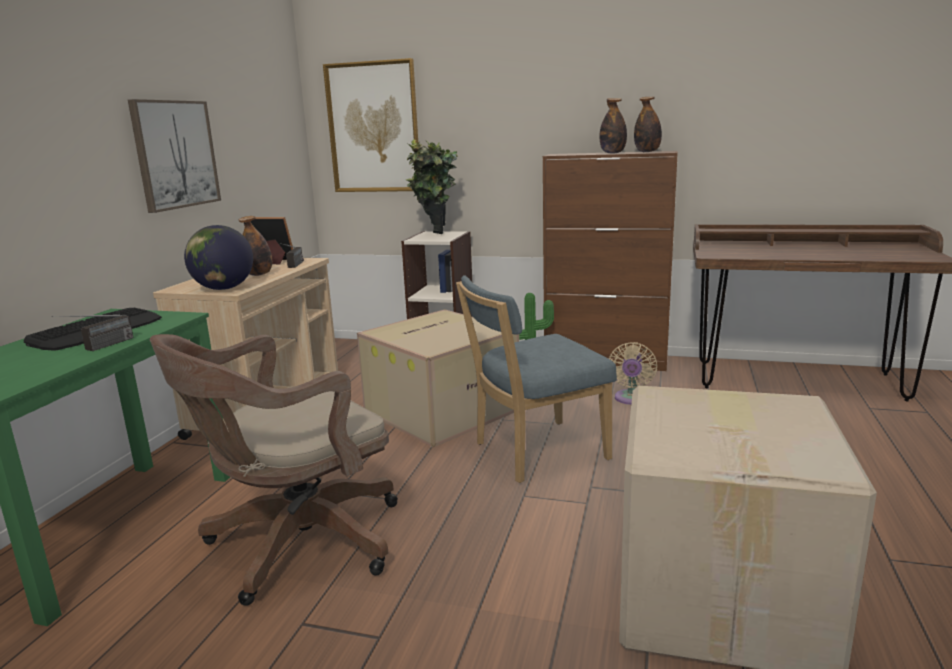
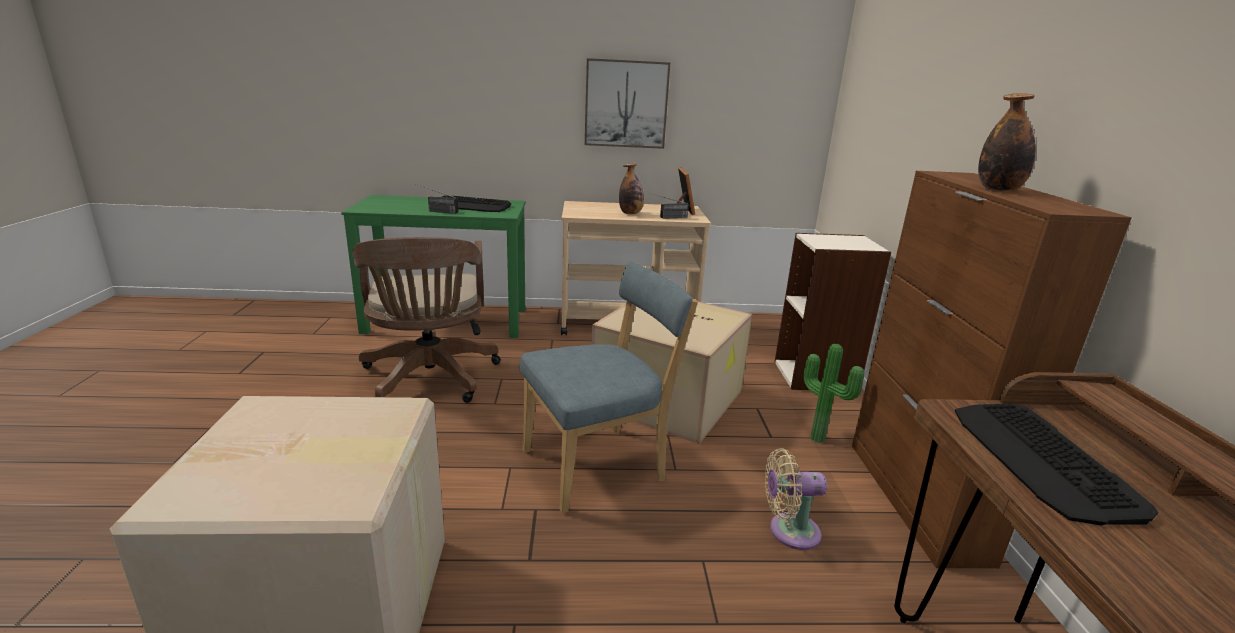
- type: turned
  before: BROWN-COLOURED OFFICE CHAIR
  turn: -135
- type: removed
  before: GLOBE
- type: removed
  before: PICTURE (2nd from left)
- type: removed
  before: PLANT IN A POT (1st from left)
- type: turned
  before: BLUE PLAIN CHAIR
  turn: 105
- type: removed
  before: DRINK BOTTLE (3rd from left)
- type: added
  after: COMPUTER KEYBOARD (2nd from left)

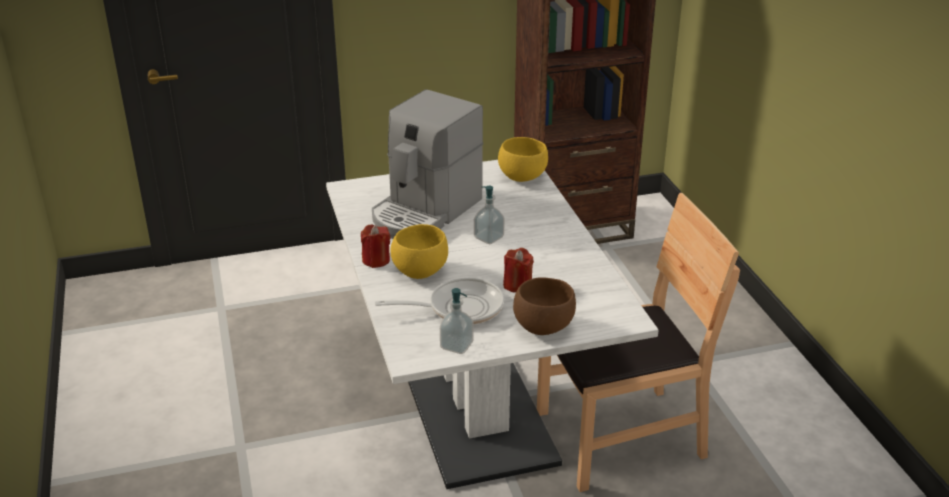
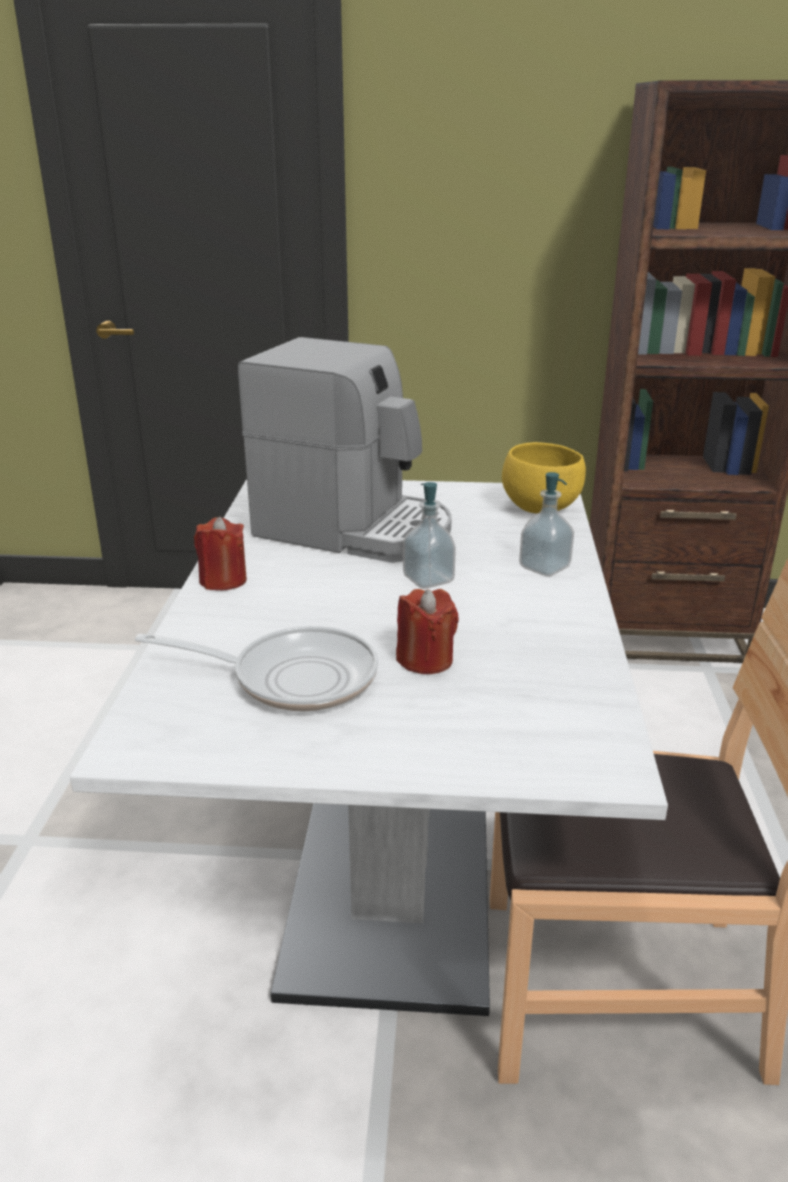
- type: turned
  before: COFFEE MAKER
  turn: -120
- type: removed
  before: YELLOWISH BOWL (1st from left)
- type: moved
  before: LIQUID SOAP BOTTLE (1st from left in the first image)
  after: LIQUID SOAP BOTTLE (2nd from left)
- type: removed
  before: BROWN-COLOURED BOWL

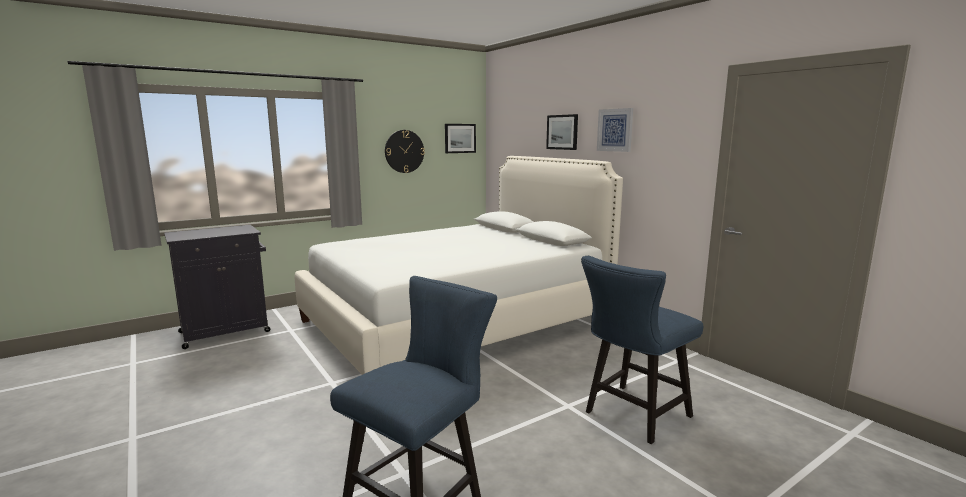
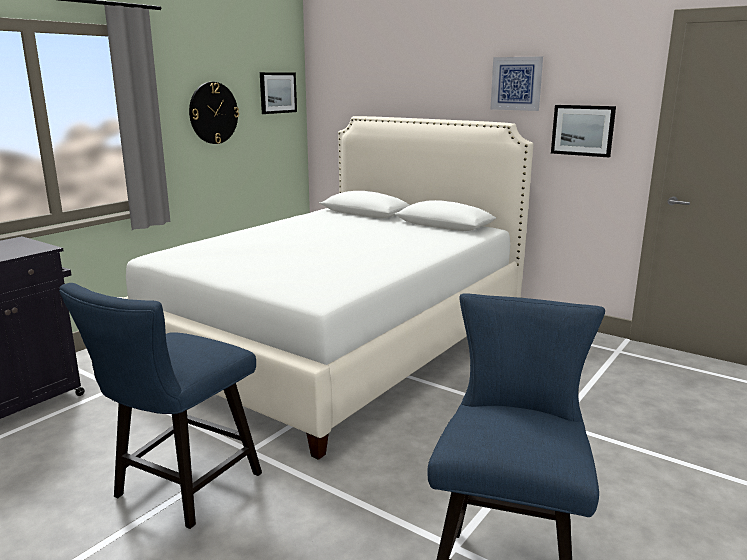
- type: moved
  before: PICTURE (2nd from left in the first image)
  after: PICTURE (3rd from left)
- type: moved
  before: BLUE PLAIN CHAIR (2nd from left in the first image)
  after: BLUE PLAIN CHAIR (1st from left)

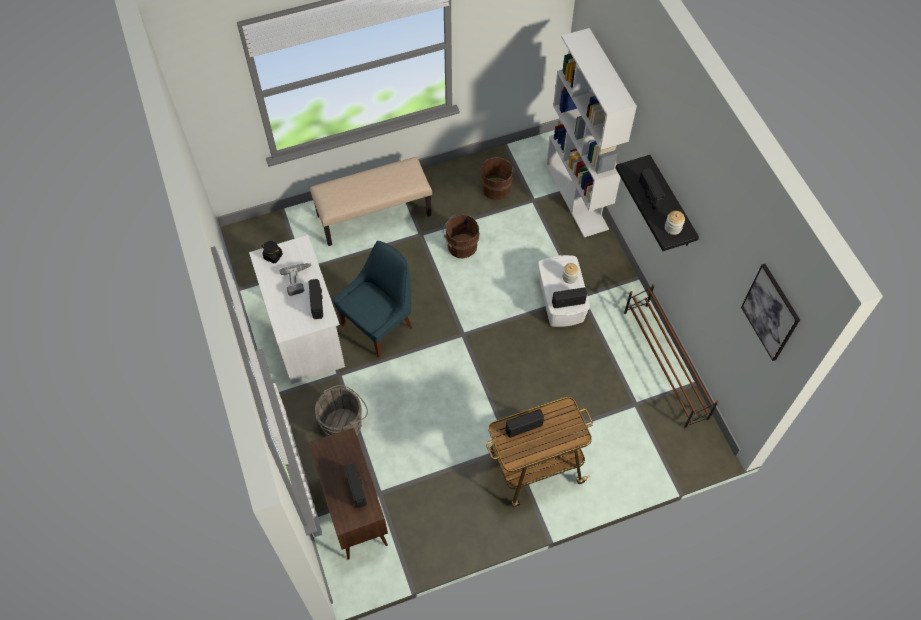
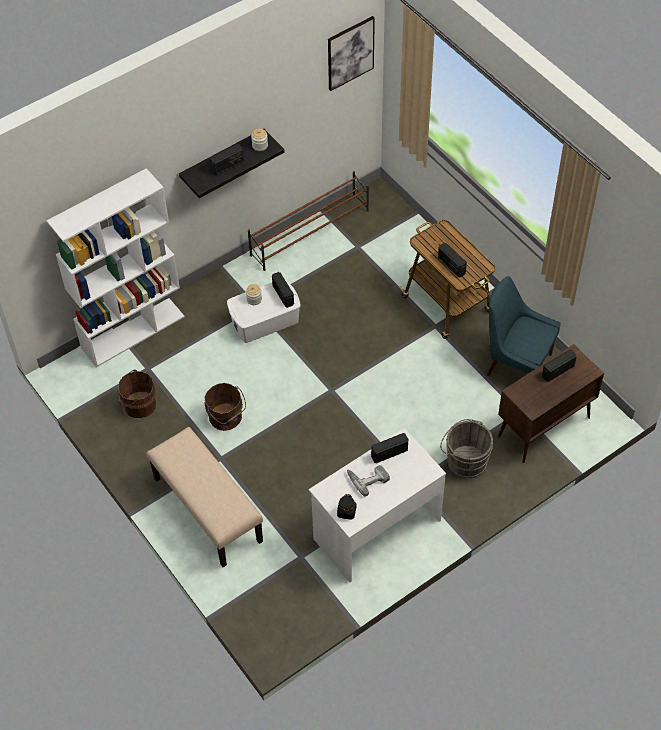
- type: moved
  before: BLUE PLAIN CHAIR

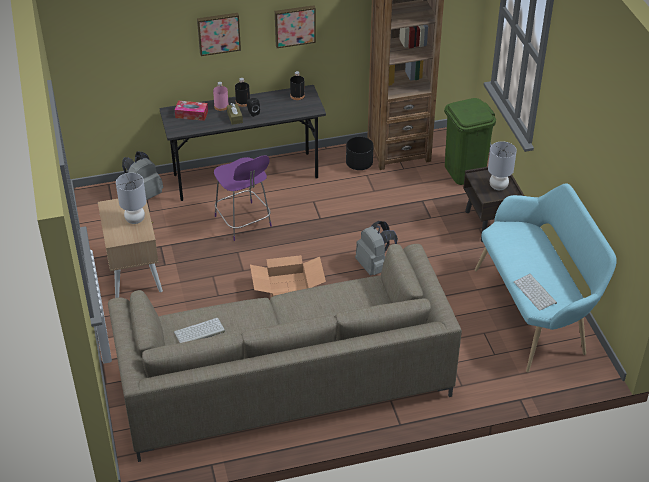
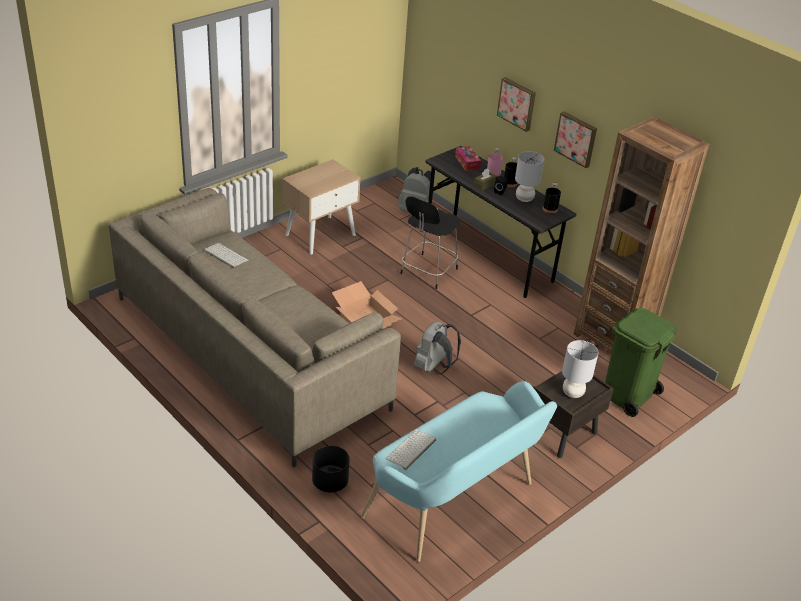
- type: moved
  before: GRAY LAMP FOR A TABLE (1st from left)
- type: recoloured
  before: PURPLISH PLAIN CHAIR
  after: BLACK-COLOURED PLAIN CHAIR
- type: moved
  before: BLACK-COLOURED PLANT POT

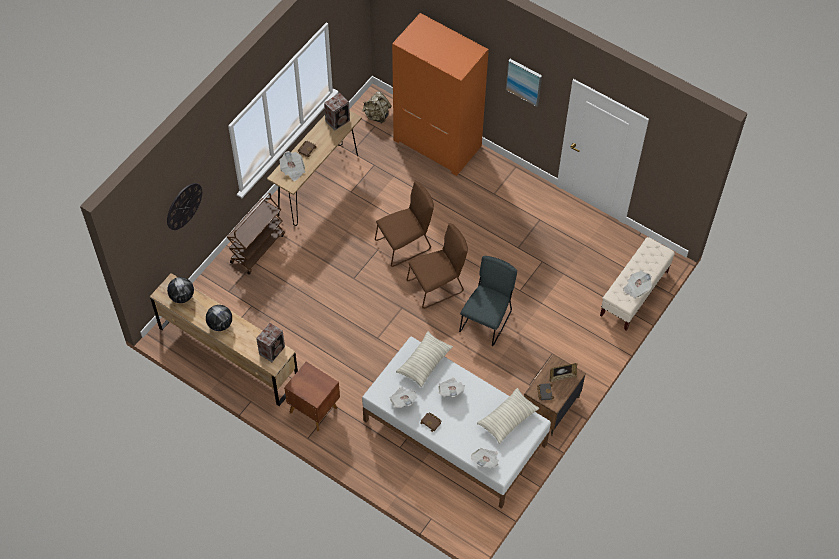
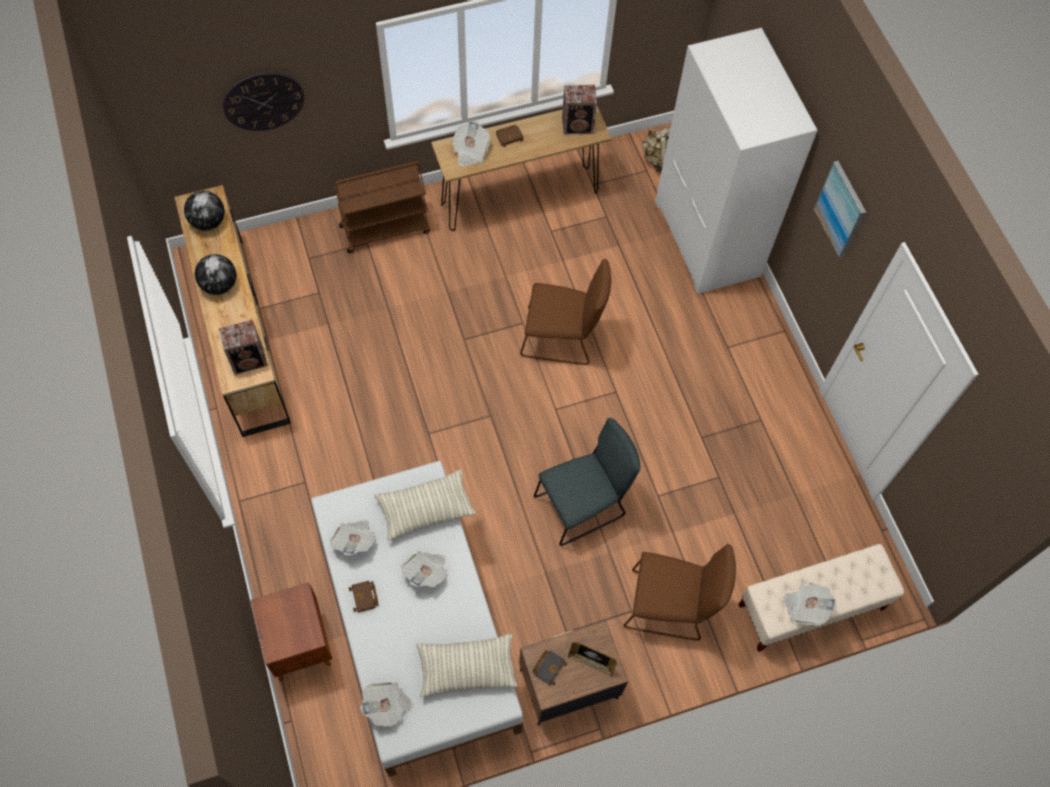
- type: moved
  before: BROWN-COLOURED NIGHT TABLE (1st from left)
- type: recoloured
  before: ORANGEY CLOTHES CUPBOARD
  after: WHITE CLOTHES CUPBOARD
- type: moved
  before: BROWN-COLOURED PLAIN CHAIR (2nd from left)

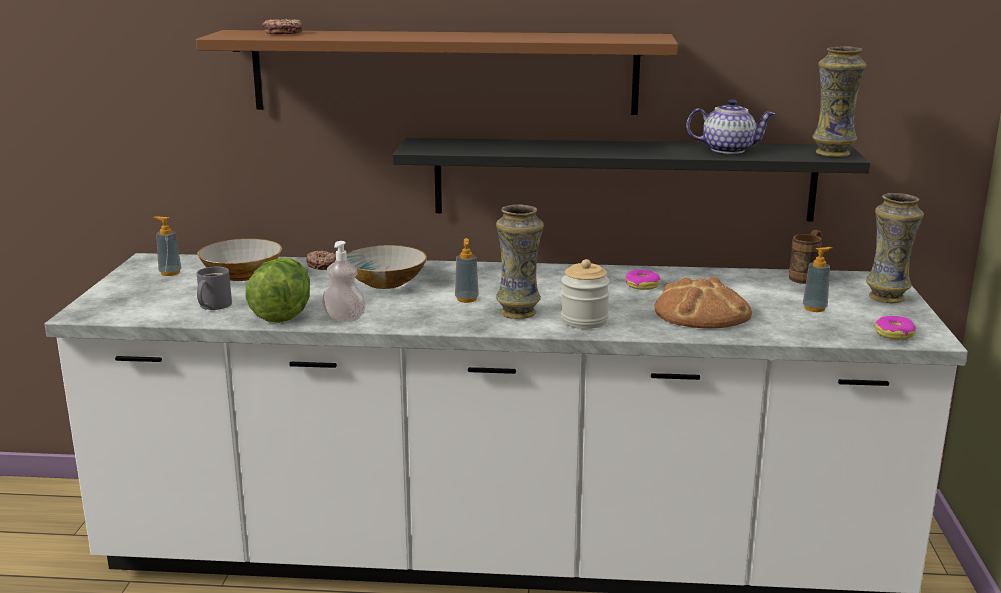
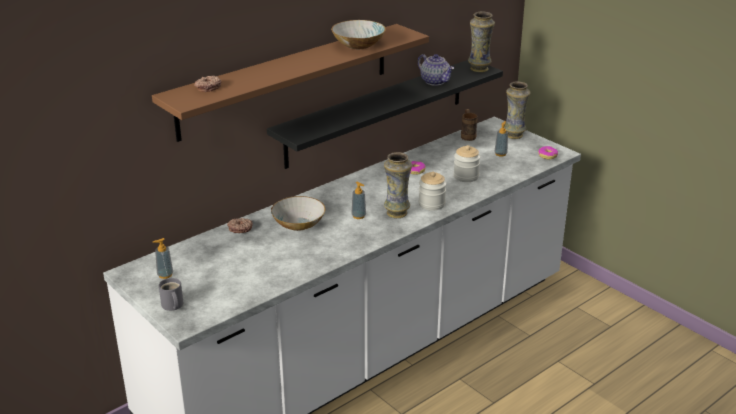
- type: moved
  before: GRAY COFFEE MUG
- type: moved
  before: BOWL (1st from left in the first image)
  after: BOWL (2nd from left)
- type: removed
  before: HEAD OF LETTUCE
- type: removed
  before: LIQUID SOAP BOTTLE (2nd from left)
- type: replaced
  before: BAKED BREAD
  after: STORAGE JAR (2nd from left)
- type: turned
  before: TEAPOT
  turn: 90

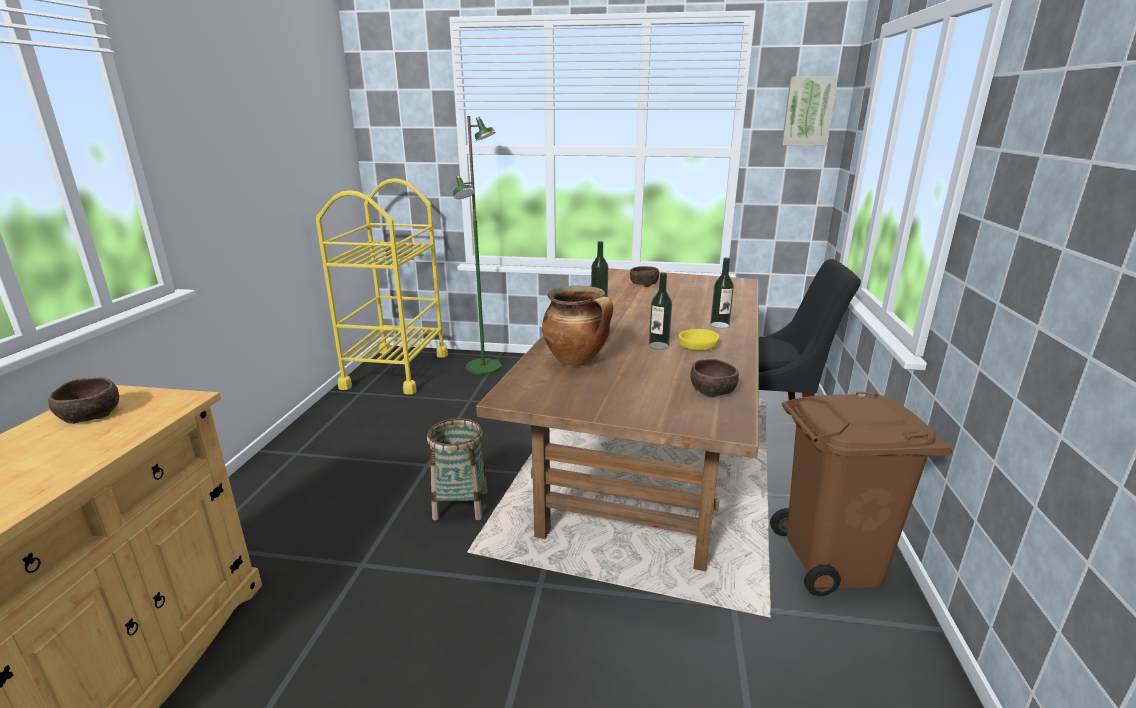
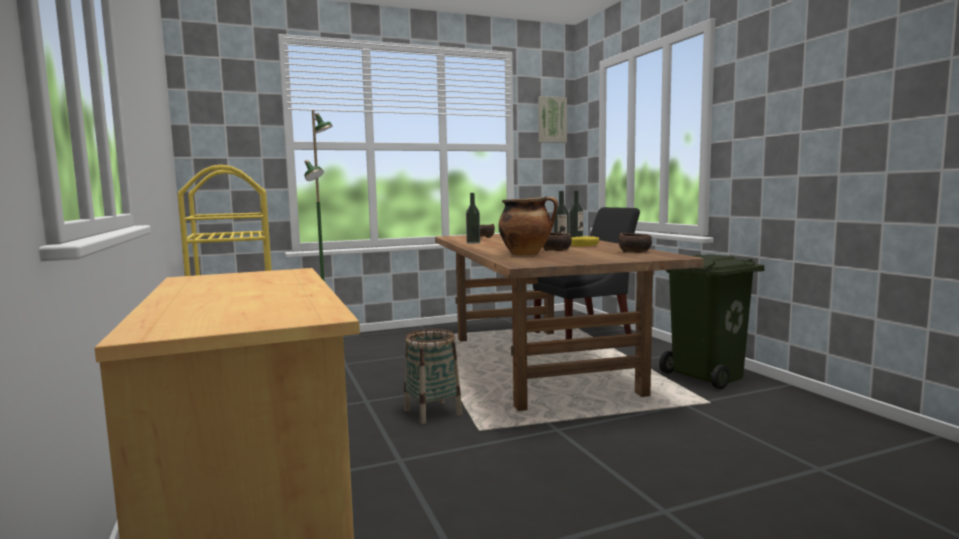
- type: moved
  before: BROWN-COLOURED BOWL (1st from left in the first image)
  after: BROWN-COLOURED BOWL (2nd from left)
- type: recoloured
  before: BROWN-COLOURED WASTE BIN
  after: GREENISH WASTE BIN

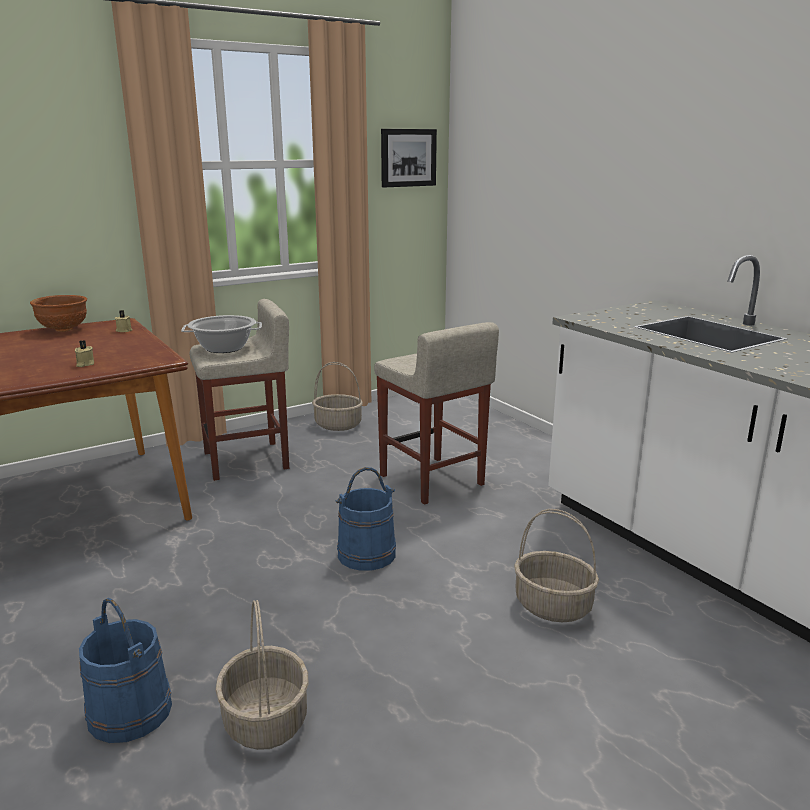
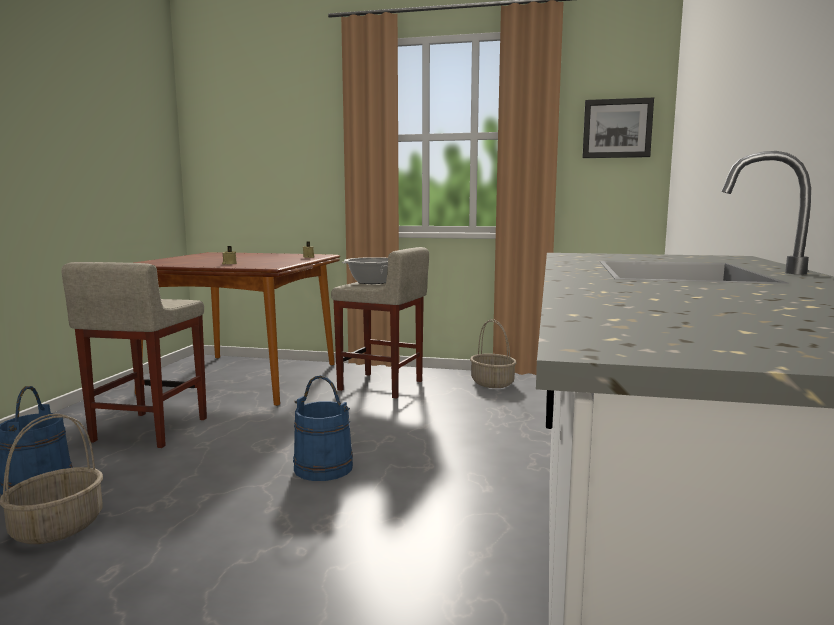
- type: removed
  before: BROWN-COLOURED BOWL
- type: moved
  before: SAND-COLOURED STOOL (2nd from left in the first image)
  after: SAND-COLOURED STOOL (1st from left)
- type: removed
  before: BASKET (3rd from left)

